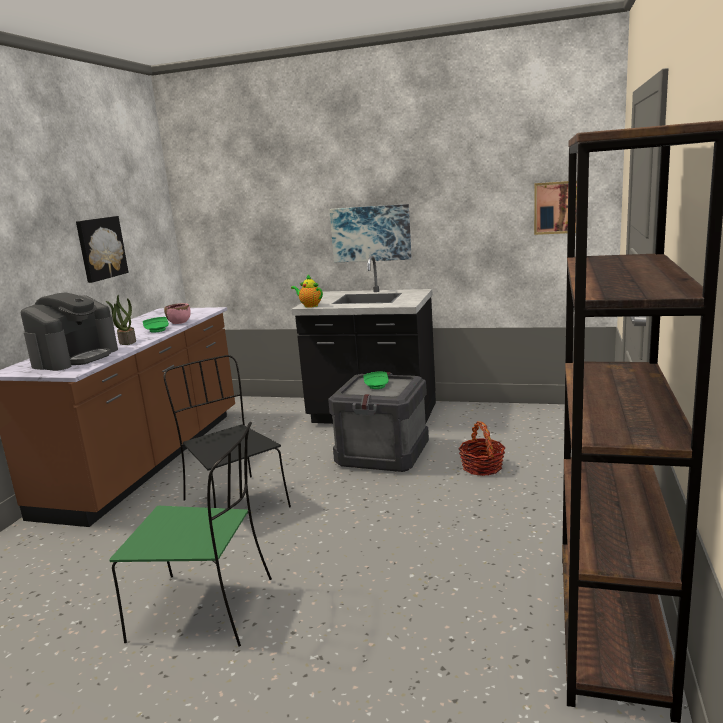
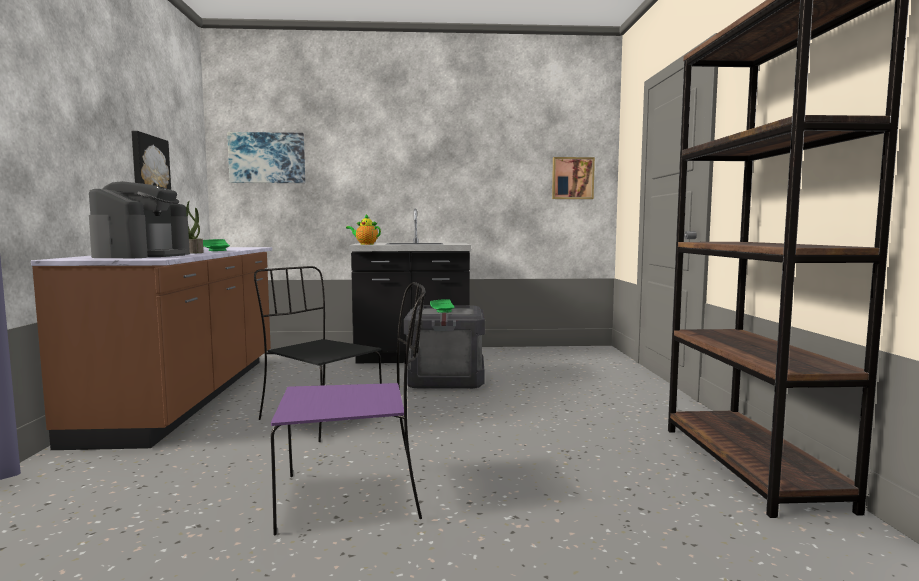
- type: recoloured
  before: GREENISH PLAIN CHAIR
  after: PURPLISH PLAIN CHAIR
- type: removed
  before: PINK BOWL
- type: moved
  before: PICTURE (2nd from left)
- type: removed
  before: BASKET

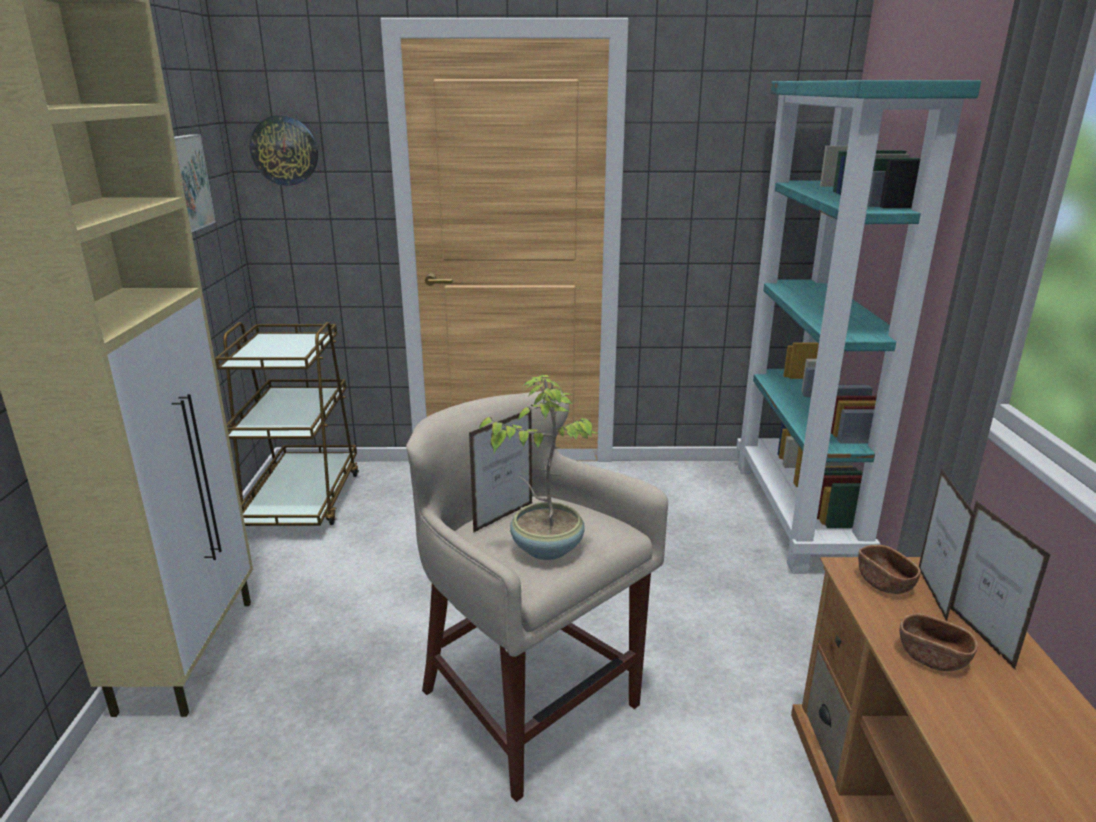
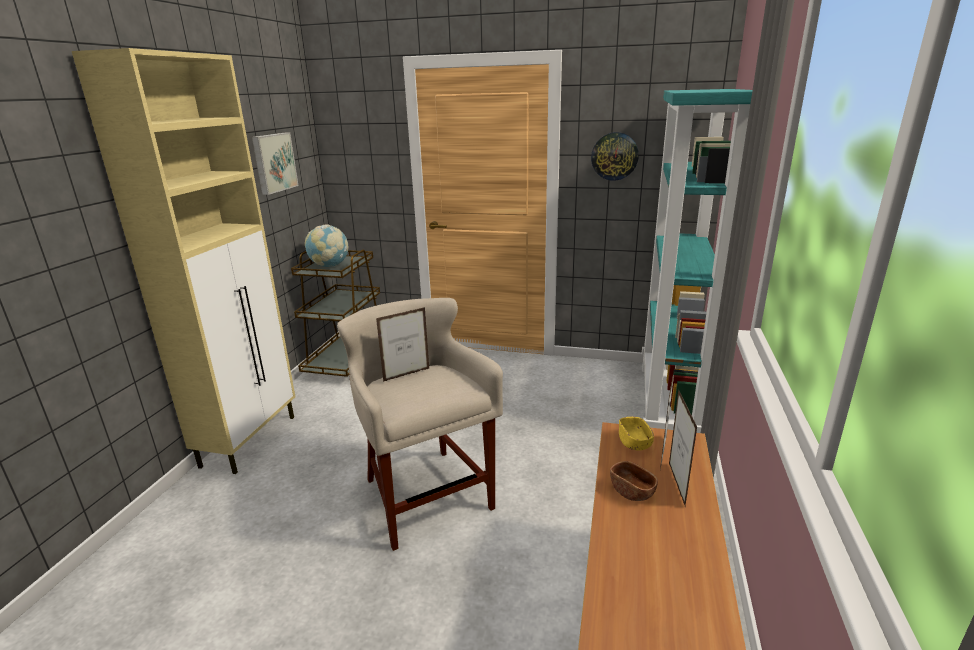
- type: moved
  before: HANGING CLOCK
- type: removed
  before: PLANT IN A POT
- type: recoloured
  before: BROWN-COLOURED BOWL (1st from left)
  after: YELLOWISH BOWL
- type: added
  after: GLOBE

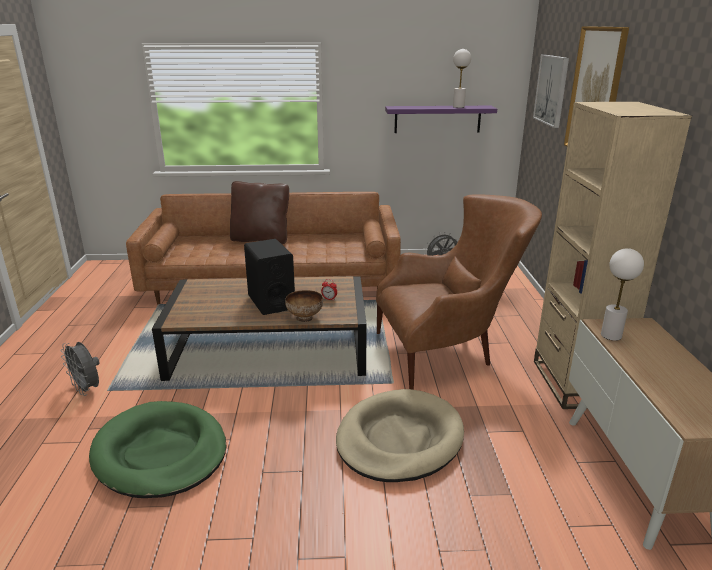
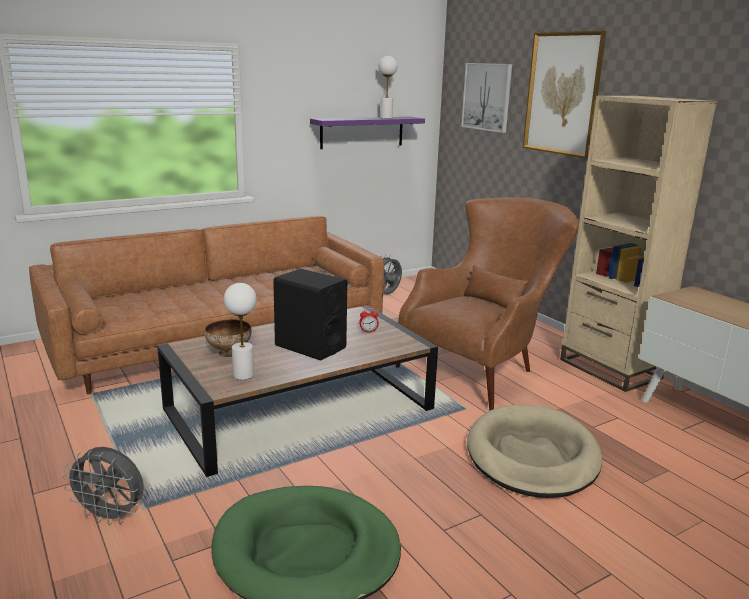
- type: removed
  before: BROWN-COLOURED PILLOW
- type: moved
  before: BOWL
- type: moved
  before: WHITE LAMP FOR A TABLE (2nd from left in the first image)
  after: WHITE LAMP FOR A TABLE (1st from left)

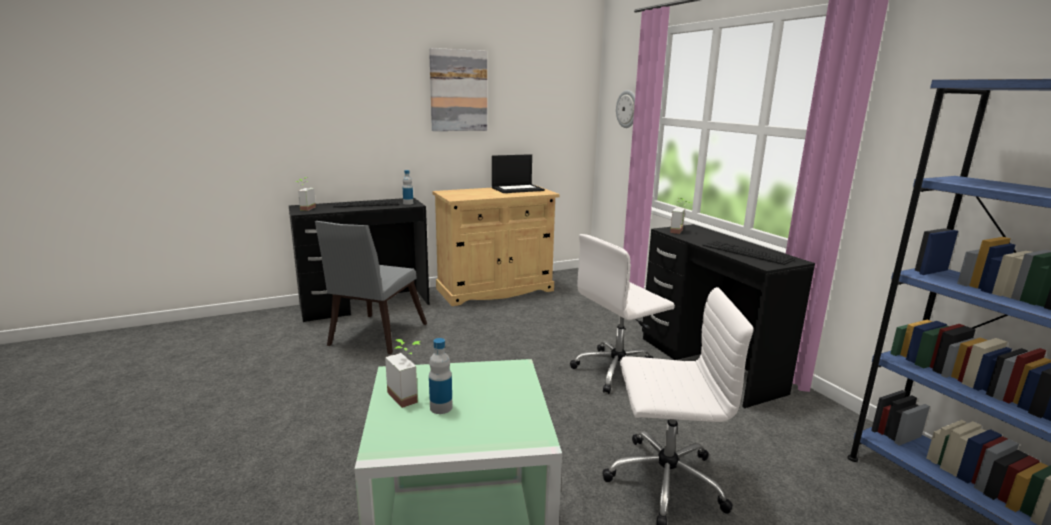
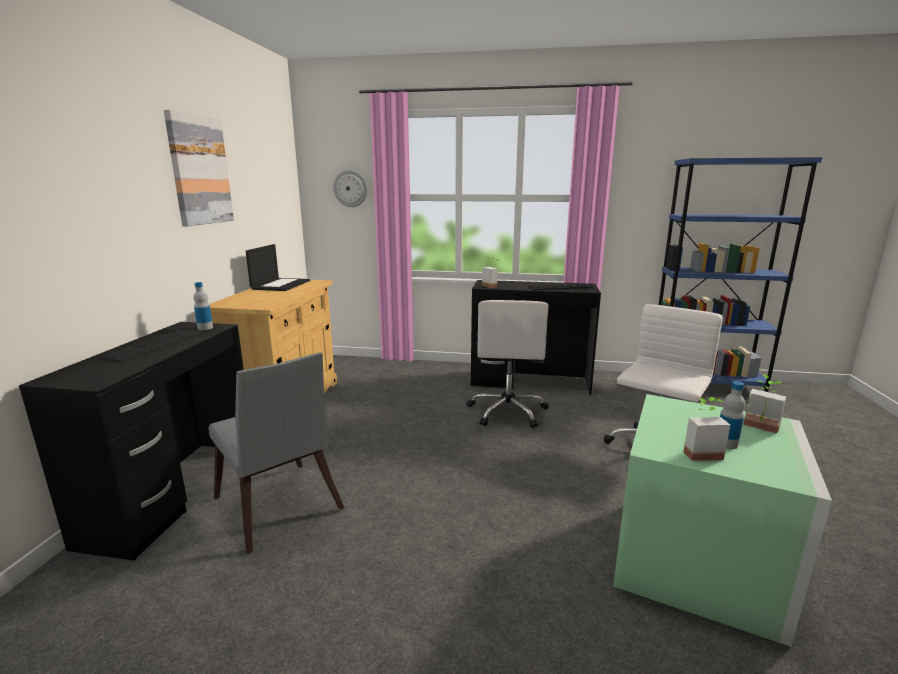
- type: moved
  before: PLANT IN A POT (1st from left in the first image)
  after: PLANT IN A POT (3rd from left)

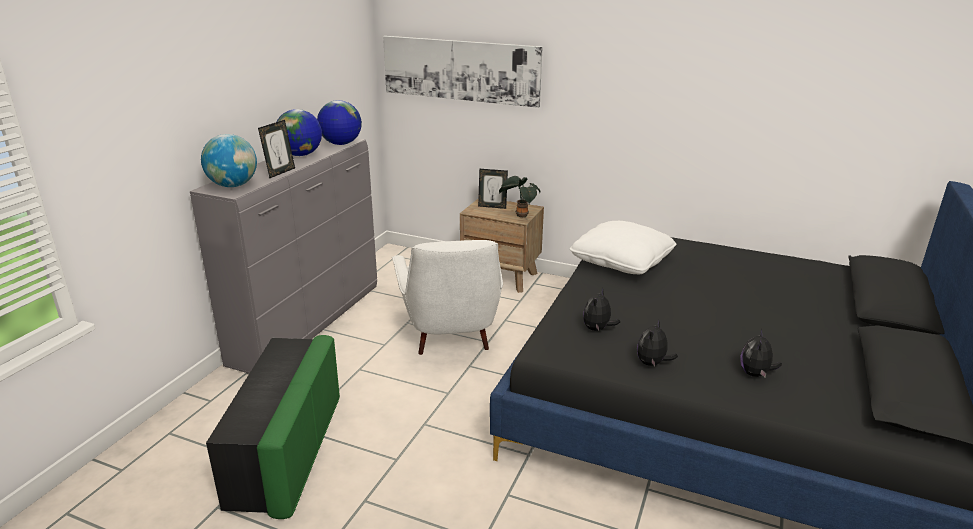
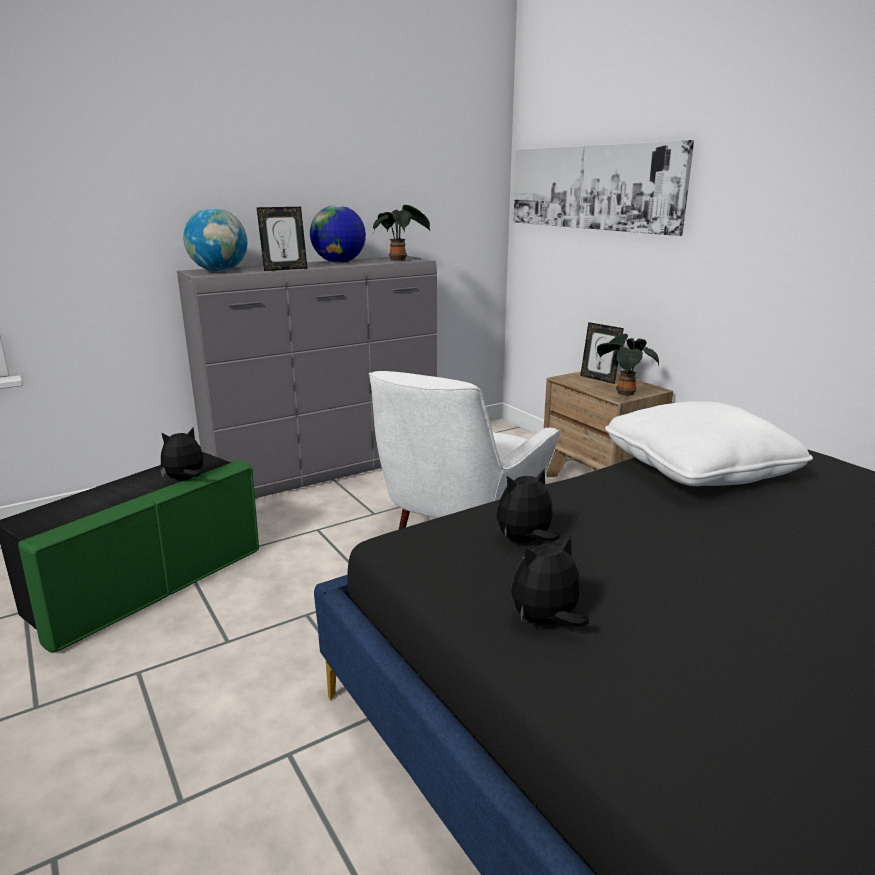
- type: replaced
  before: GLOBE (3rd from left)
  after: PLANT IN A POT (1st from left)
- type: moved
  before: SOFT TOY (3rd from left in the first image)
  after: SOFT TOY (1st from left)

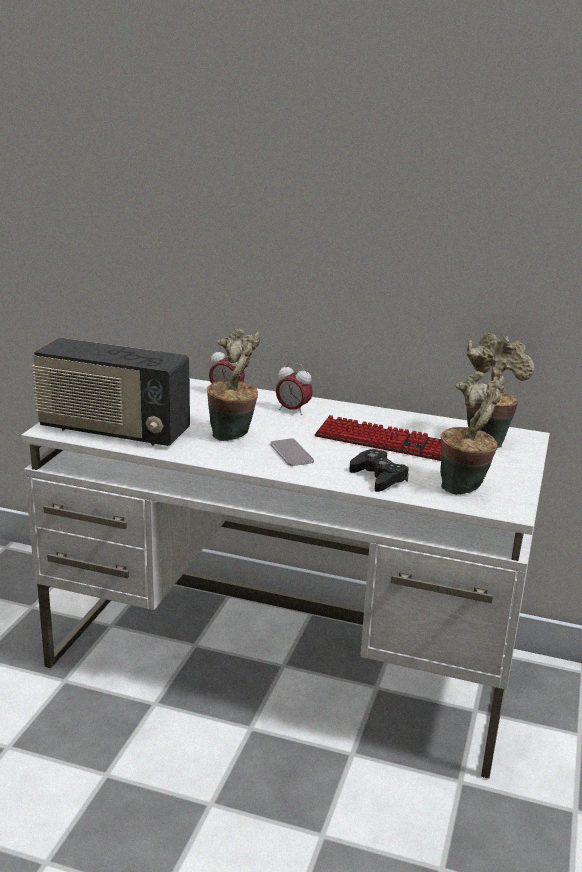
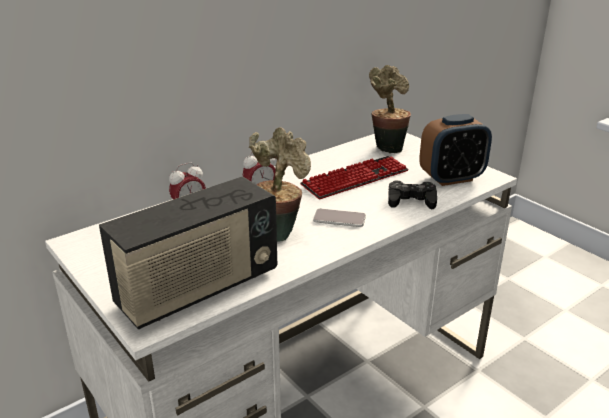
- type: replaced
  before: PLANT IN A POT (2nd from left)
  after: ALARM CLOCK (3rd from left)

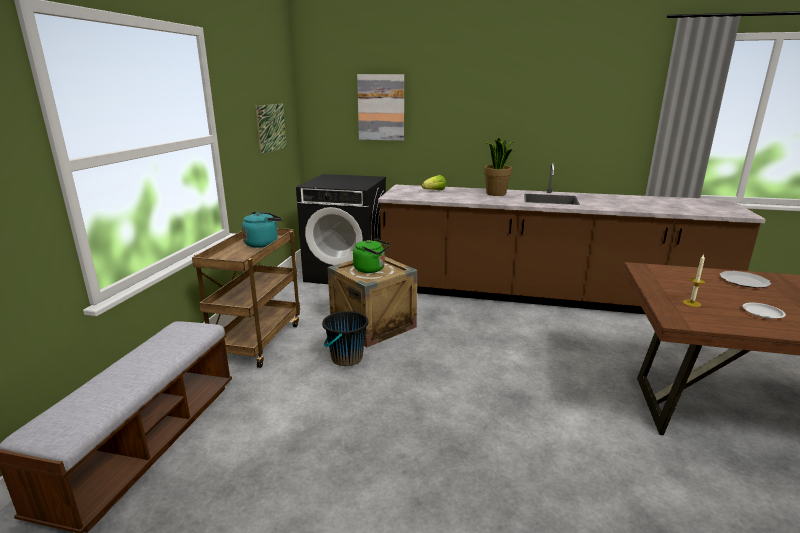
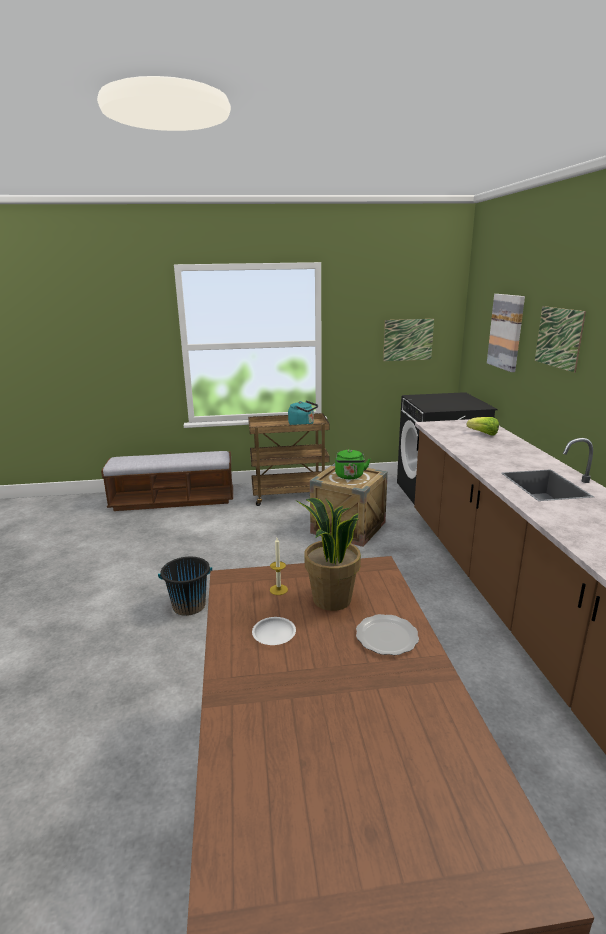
- type: moved
  before: BLACK-COLOURED BUCKET
- type: moved
  before: PLANT IN A POT
- type: added
  after: PICTURE (3rd from left)

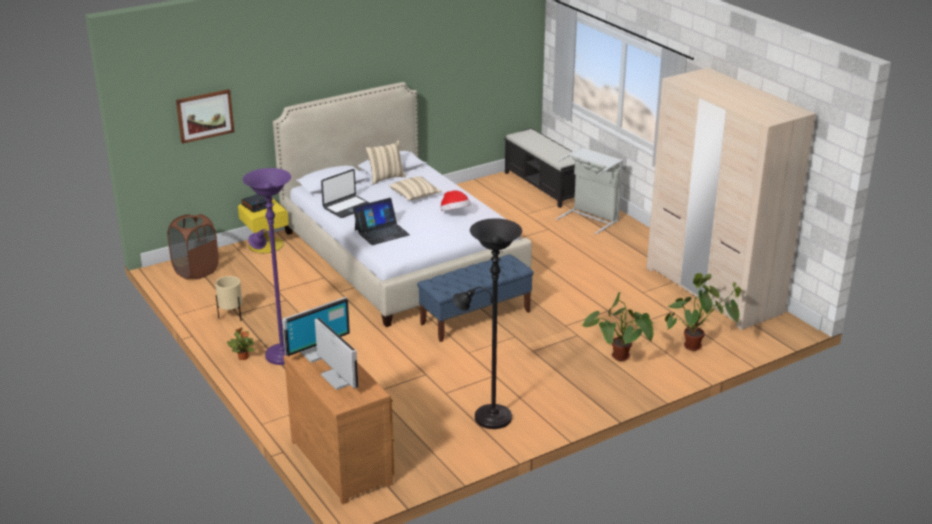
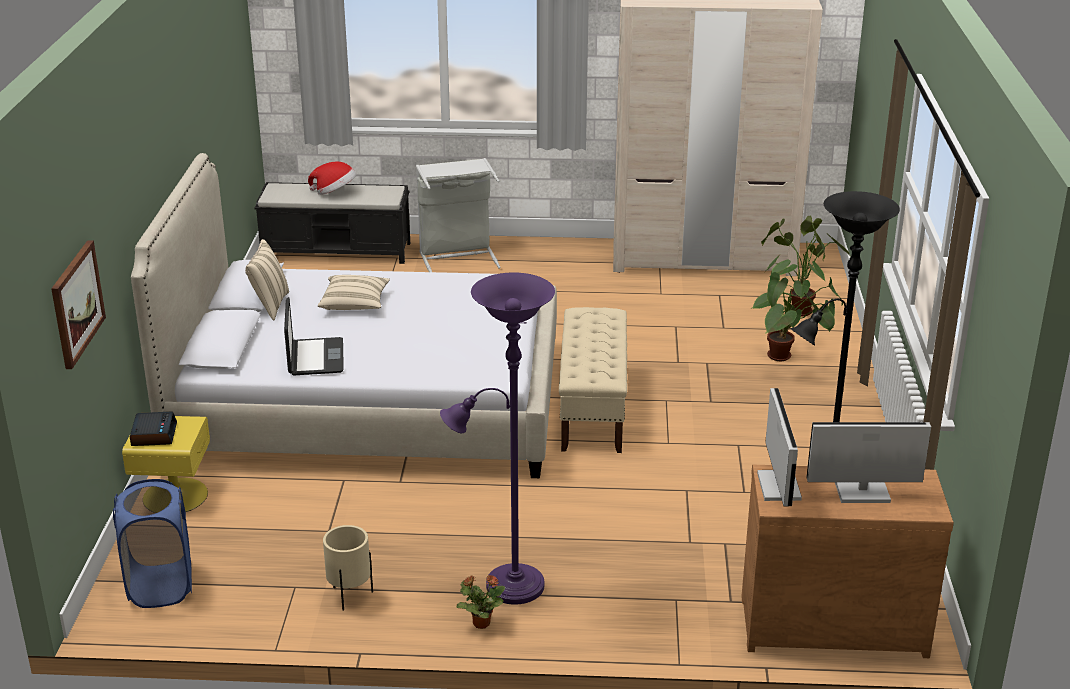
- type: recoloured
  before: BROWN-COLOURED LAUNDRY BASKET
  after: BLUE LAUNDRY BASKET
- type: removed
  before: PORTABLE COMPUTER (2nd from left)
- type: recoloured
  before: BLUE INDOOR BENCH
  after: SAND-COLOURED INDOOR BENCH
- type: moved
  before: HAT

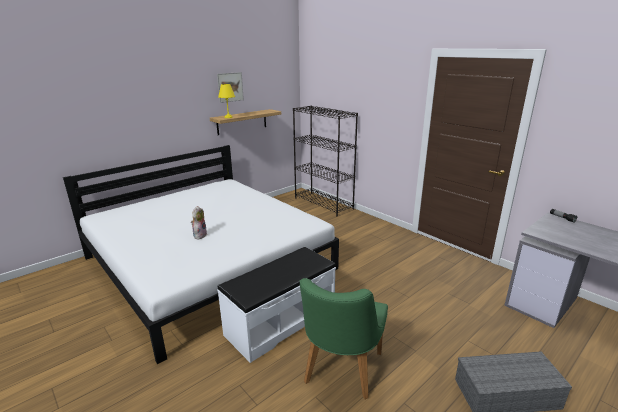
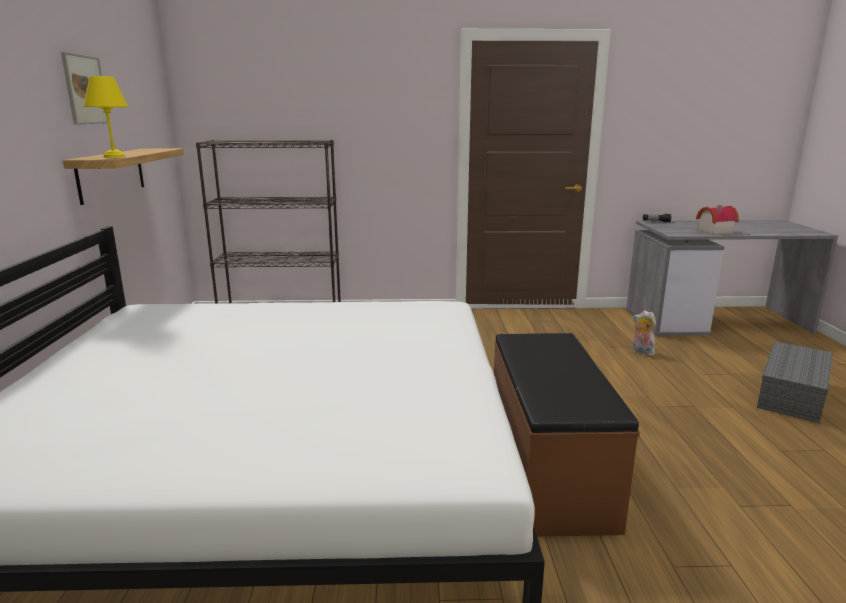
- type: moved
  before: SOFT TOY
- type: recoloured
  before: WHITE INDOOR BENCH
  after: BROWN-COLOURED INDOOR BENCH
- type: removed
  before: GREENISH PLAIN CHAIR
- type: added
  after: MINIATURE HOUSE

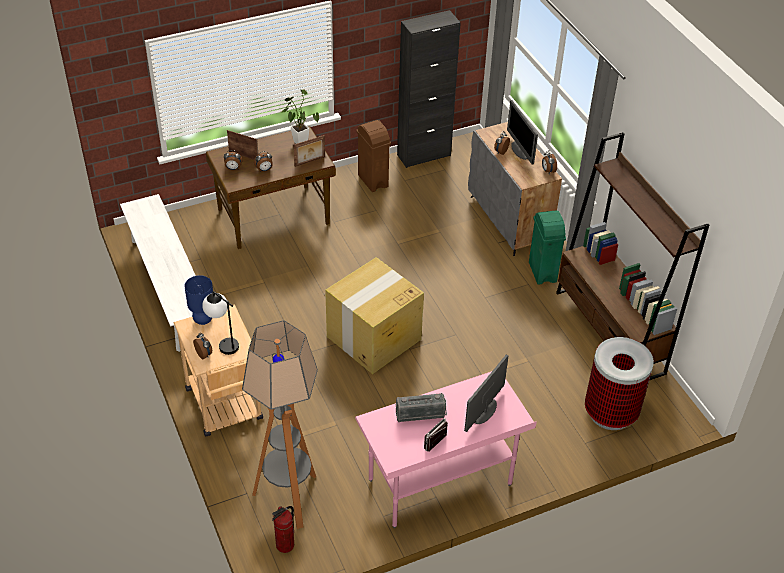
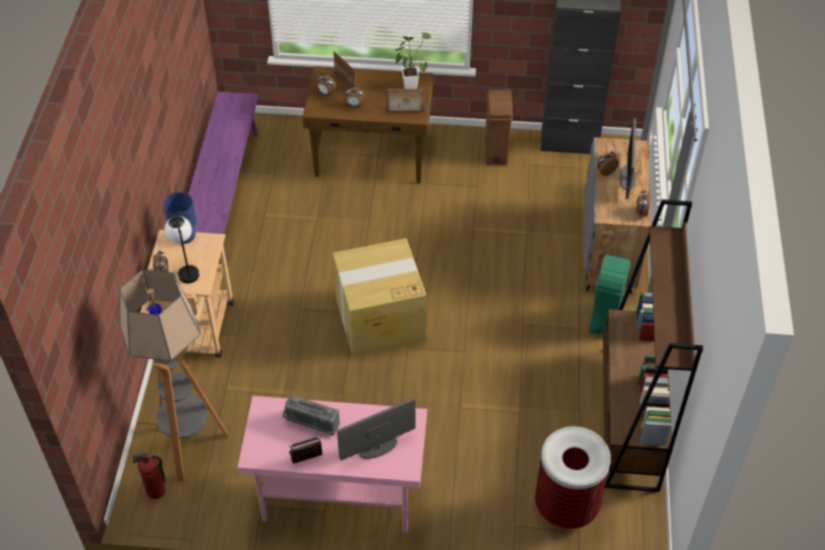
- type: recoloured
  before: WHITE INDOOR BENCH
  after: PURPLISH INDOOR BENCH

